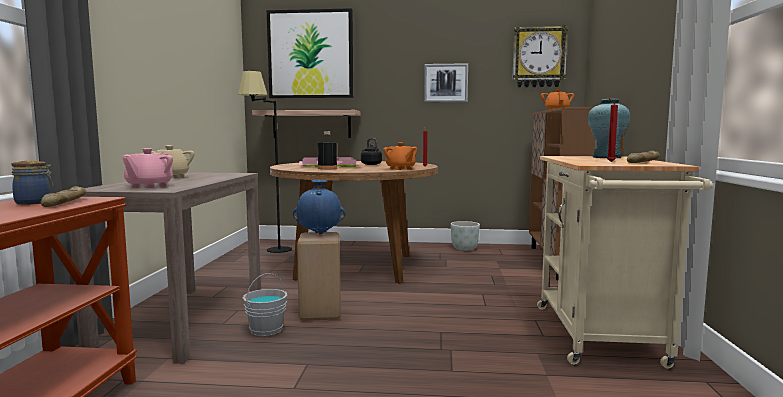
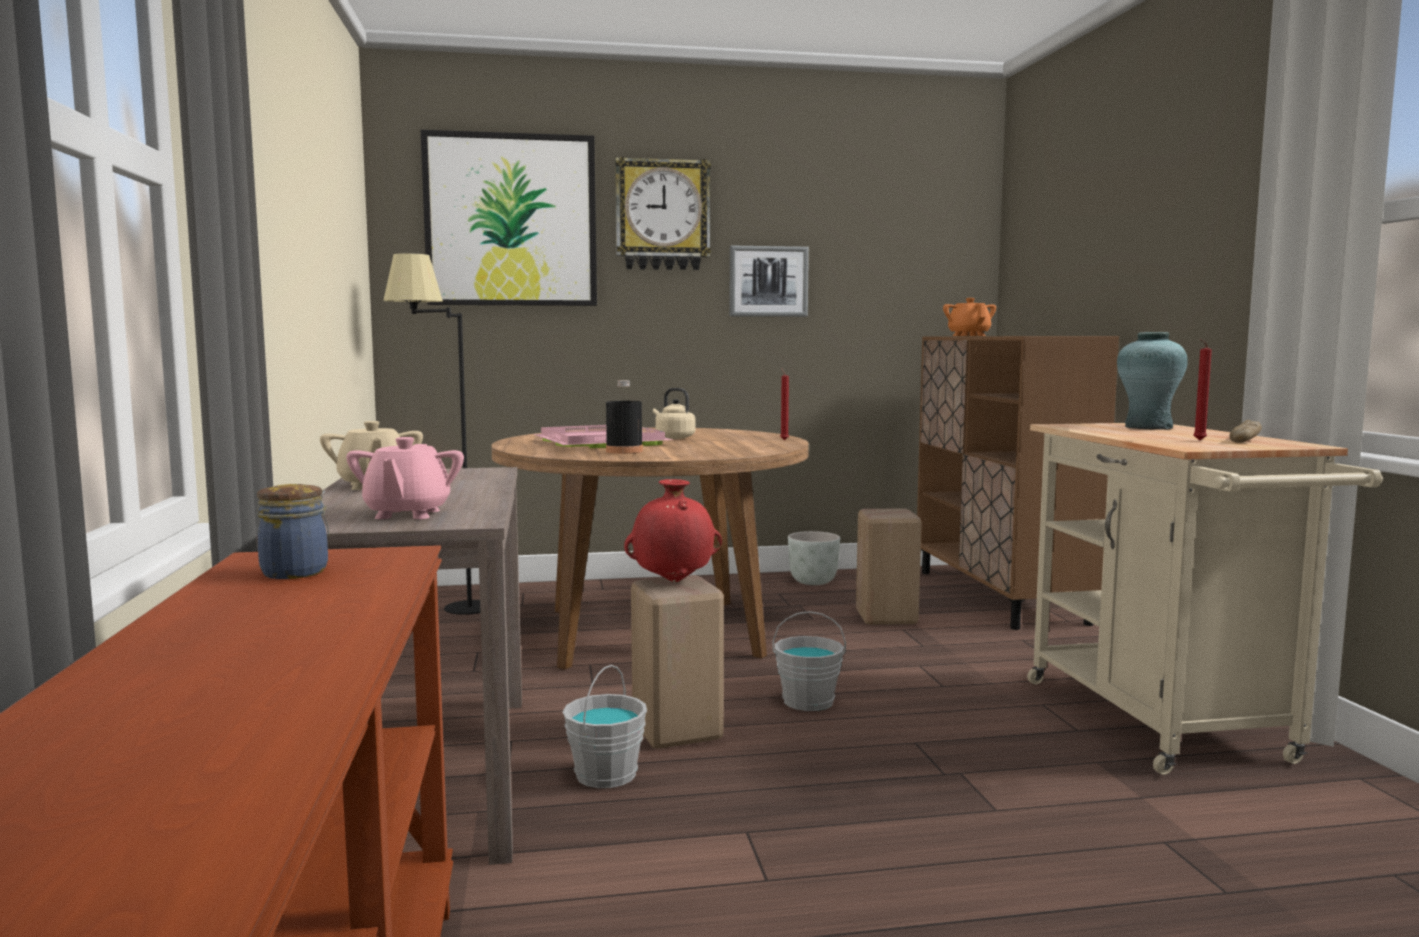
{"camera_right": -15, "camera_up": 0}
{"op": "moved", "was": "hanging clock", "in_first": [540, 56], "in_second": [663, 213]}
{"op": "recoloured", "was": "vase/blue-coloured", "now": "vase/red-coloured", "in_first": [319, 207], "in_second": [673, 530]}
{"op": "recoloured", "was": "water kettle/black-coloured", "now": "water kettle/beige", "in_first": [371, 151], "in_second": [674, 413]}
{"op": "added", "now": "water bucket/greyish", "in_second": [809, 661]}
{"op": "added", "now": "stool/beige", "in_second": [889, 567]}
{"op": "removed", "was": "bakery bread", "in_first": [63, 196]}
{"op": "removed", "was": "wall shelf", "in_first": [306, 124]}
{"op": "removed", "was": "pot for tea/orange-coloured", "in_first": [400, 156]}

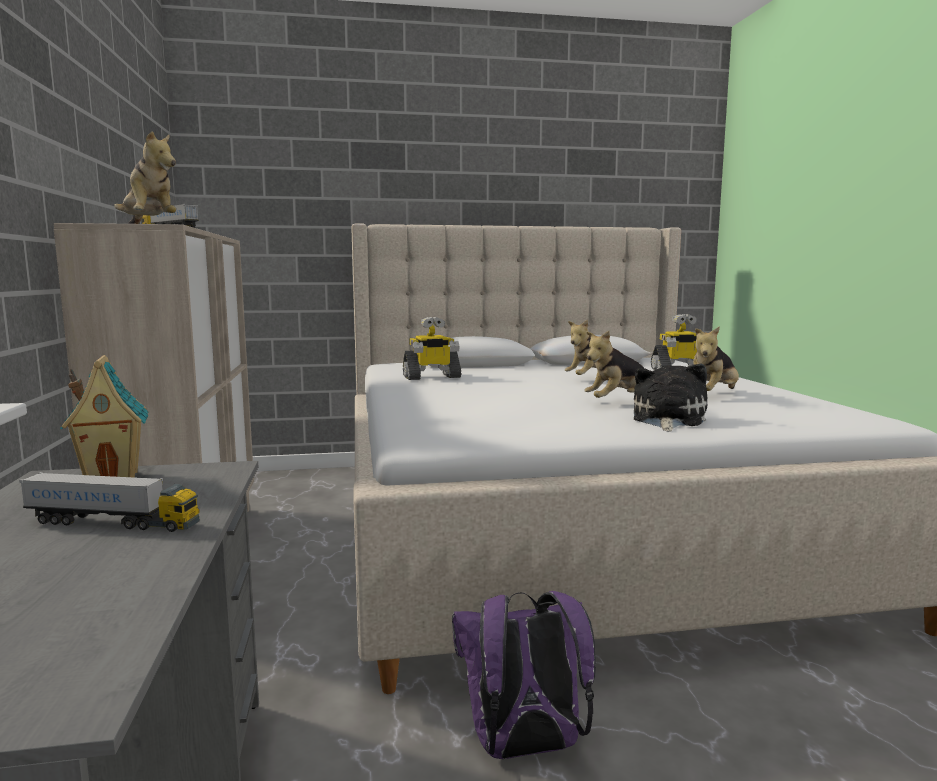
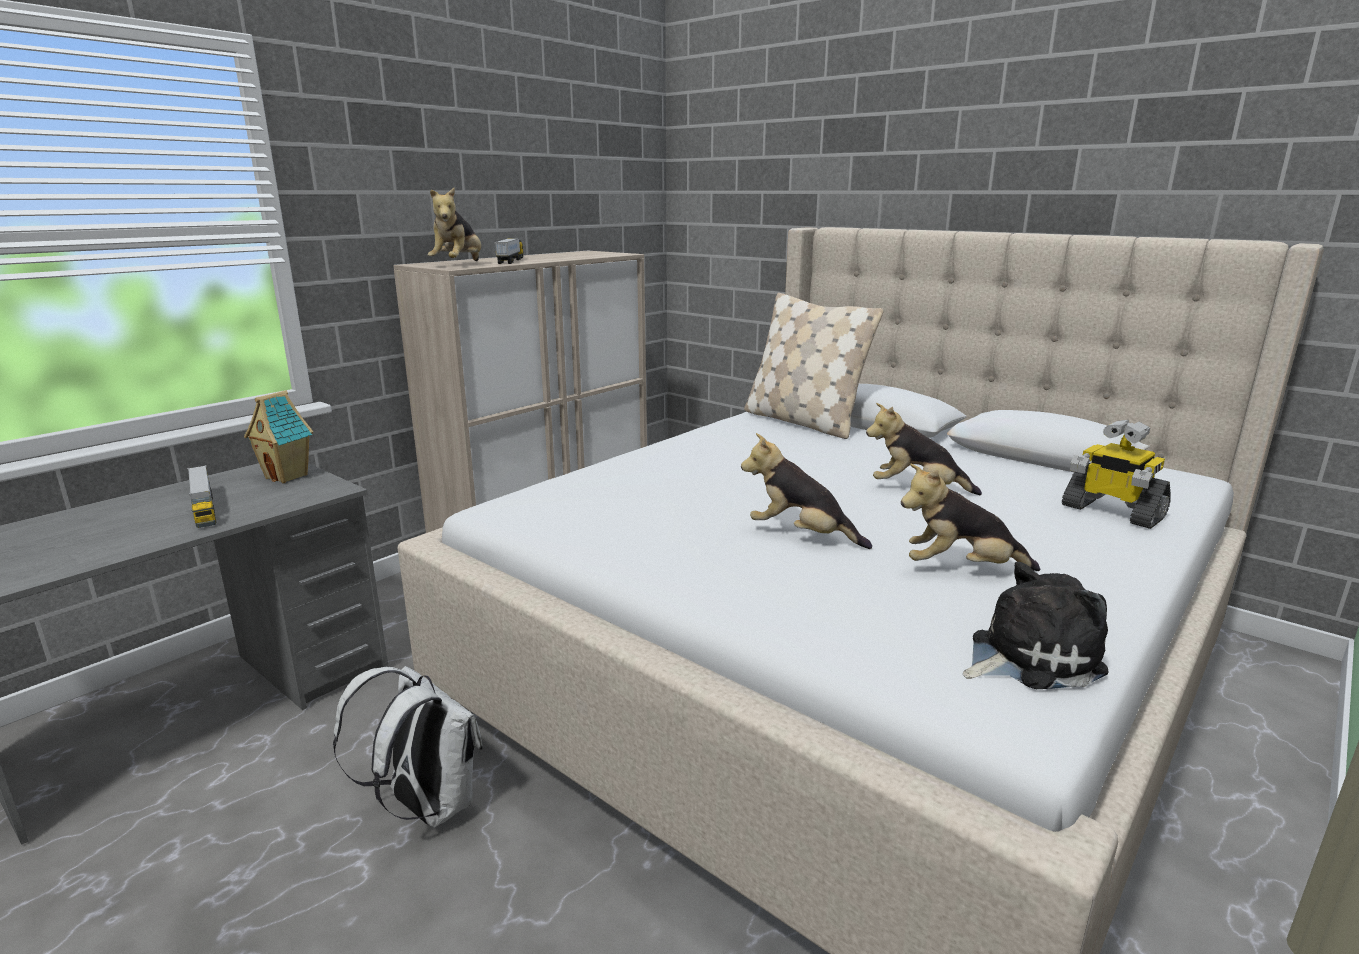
{"camera_right": 50, "camera_up": 10}
{"op": "recoloured", "was": "backpack/purple", "now": "backpack/whitish", "in_first": [524, 675], "in_second": [408, 747]}
{"op": "added", "now": "pillow/beige", "in_second": [813, 366]}
{"op": "moved", "was": "cuddly toy", "in_first": [670, 398], "in_second": [1035, 625]}
{"op": "removed", "was": "model robot", "in_first": [432, 348]}

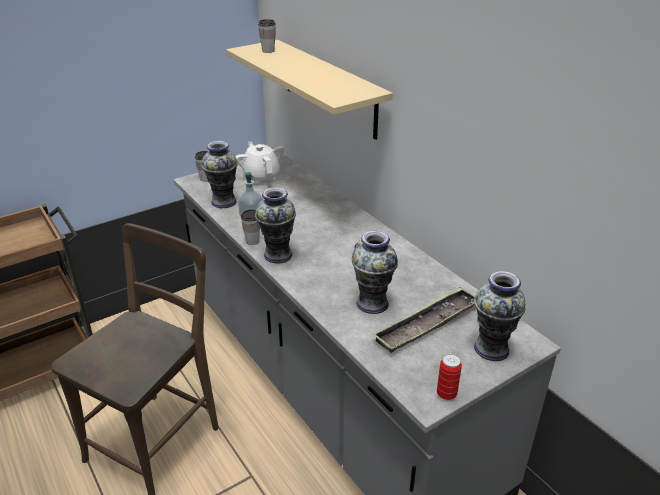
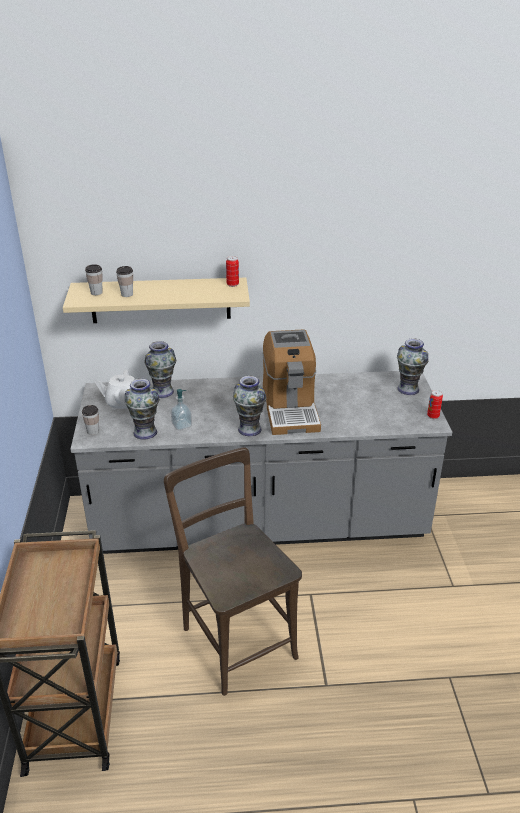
{"camera_right": -60, "camera_up": 0}
{"op": "moved", "was": "drinking cup", "in_first": [250, 227], "in_second": [124, 281]}
{"op": "moved", "was": "vase", "in_first": [375, 272], "in_second": [160, 369]}
{"op": "added", "now": "sealed can", "in_second": [232, 271]}
{"op": "added", "now": "coffee machine", "in_second": [292, 382]}
{"op": "removed", "was": "tray", "in_first": [423, 320]}

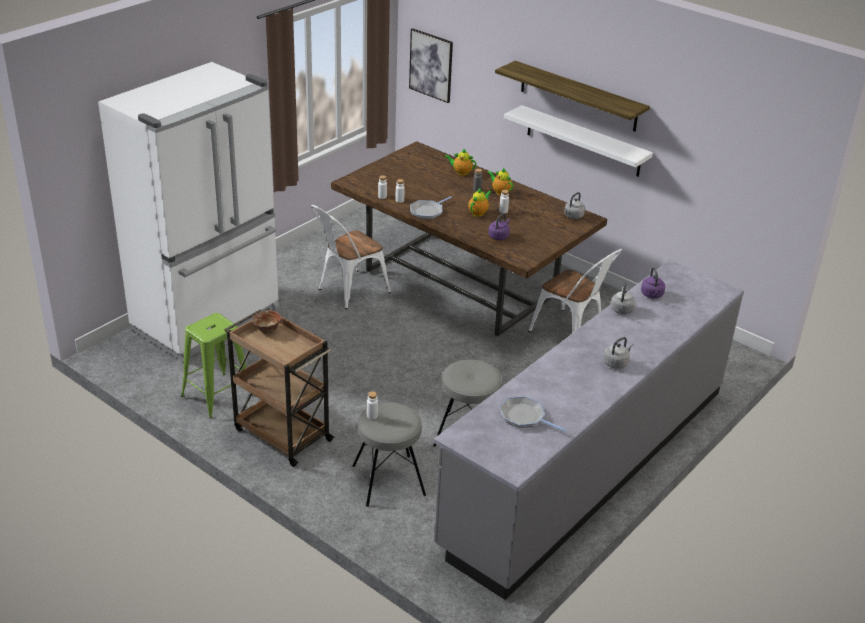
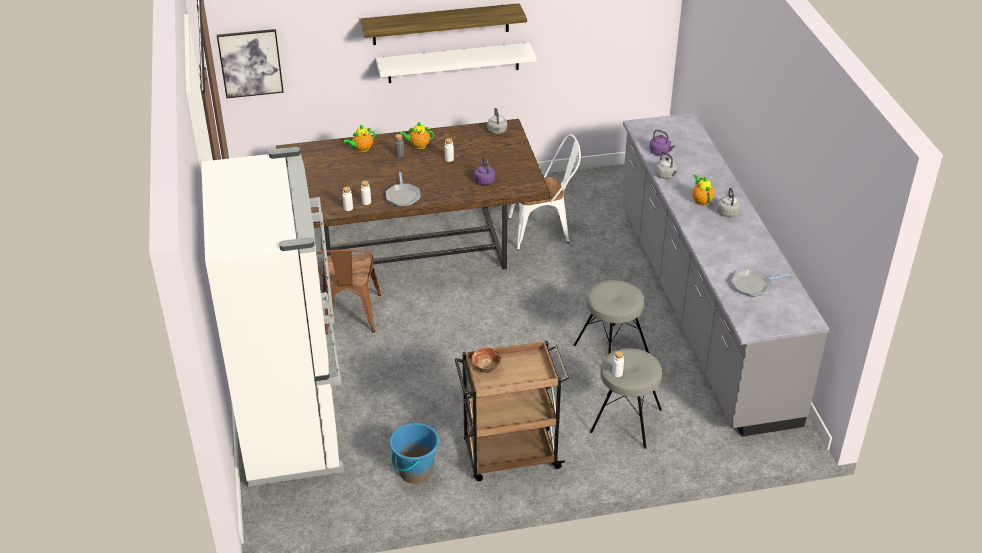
{"camera_right": -50, "camera_up": 5}
{"op": "recoloured", "was": "plain chair/whitish", "now": "plain chair/brown", "in_first": [351, 257], "in_second": [348, 292]}
{"op": "replaced", "was": "stool/green", "now": "water bucket/blue-coloured", "in_first": [217, 366], "in_second": [414, 452]}
{"op": "moved", "was": "pot for tea", "in_first": [480, 203], "in_second": [703, 190]}

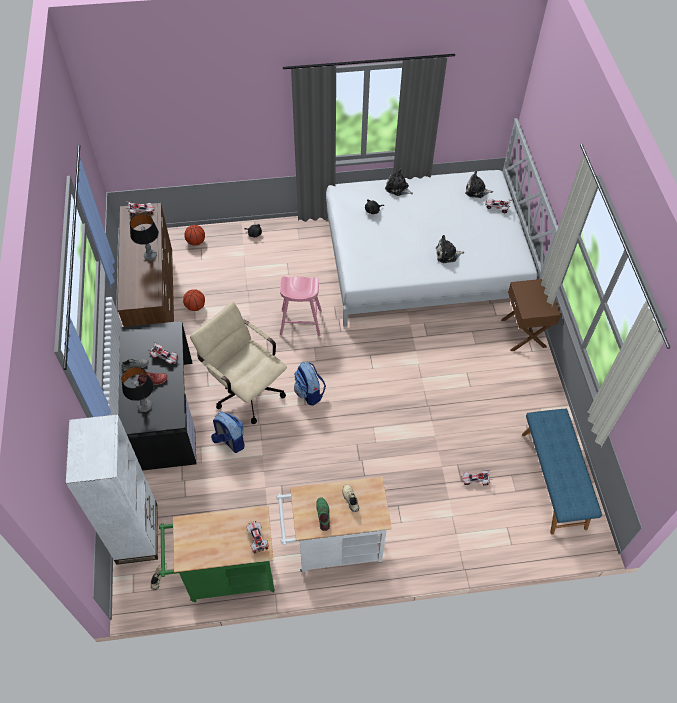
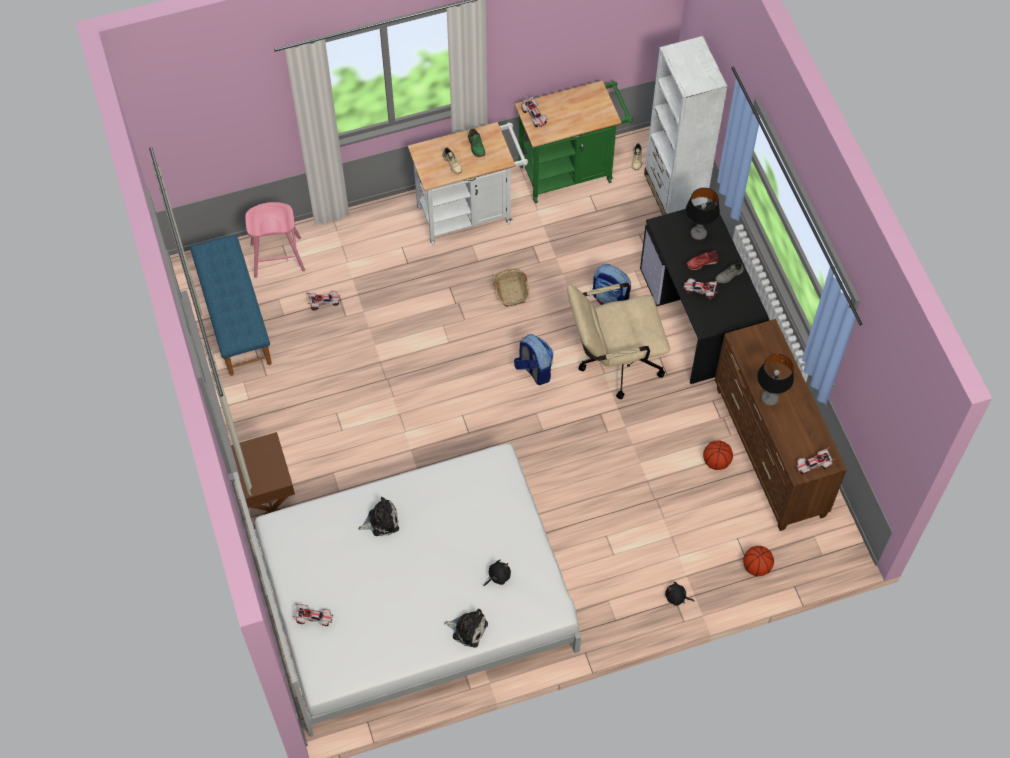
{"camera_right": 170, "camera_up": 5}
{"op": "moved", "was": "stool/pinkish", "in_first": [301, 306], "in_second": [275, 240]}
{"op": "added", "now": "storage basket", "in_second": [511, 287]}
{"op": "turned", "was": "office chair/beige", "in_first": [238, 363], "in_second": [618, 341], "clockwise": 135}
{"op": "removed", "was": "cuddly toy", "in_first": [479, 184]}

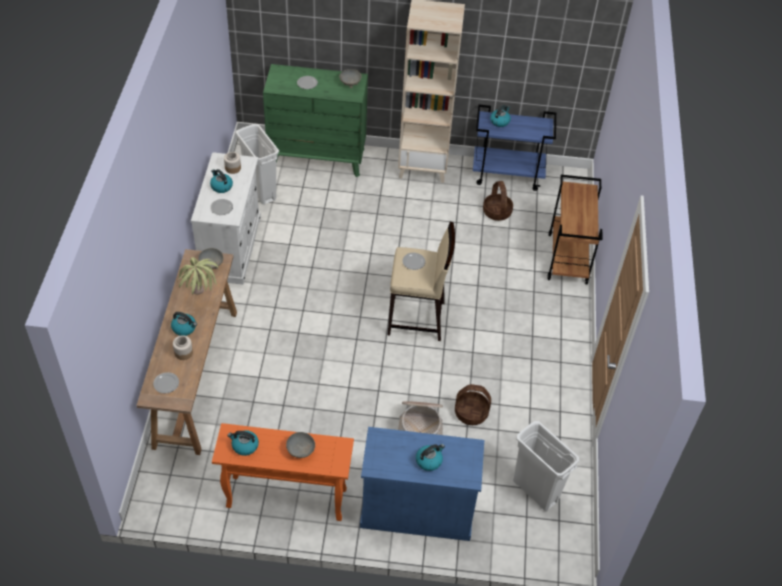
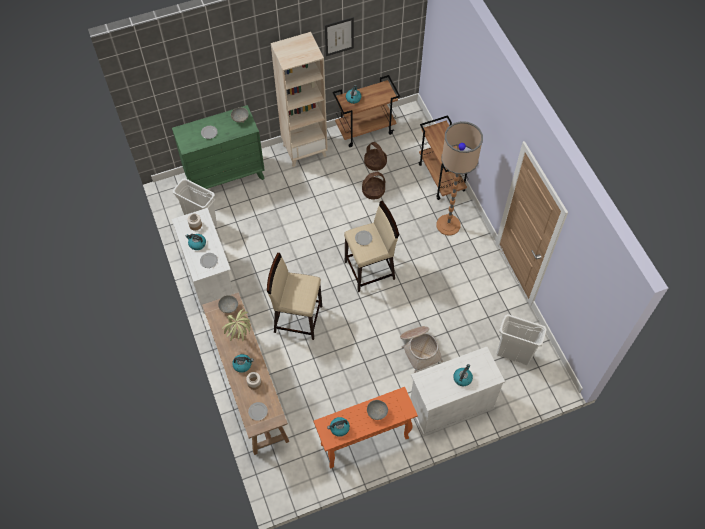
{"camera_right": -25, "camera_up": 10}
{"op": "added", "now": "stool/beige", "in_second": [294, 296]}
{"op": "added", "now": "picture", "in_second": [339, 36]}
{"op": "recoloured", "was": "trolley/blue-coloured", "now": "trolley/brown", "in_first": [514, 148], "in_second": [366, 111]}
{"op": "moved", "was": "storage basket", "in_first": [473, 404], "in_second": [373, 186]}
{"op": "recoloured", "was": "cabinet/blue-coloured", "now": "cabinet/whitish", "in_first": [422, 484], "in_second": [457, 391]}
{"op": "added", "now": "floor lamp", "in_second": [459, 178]}

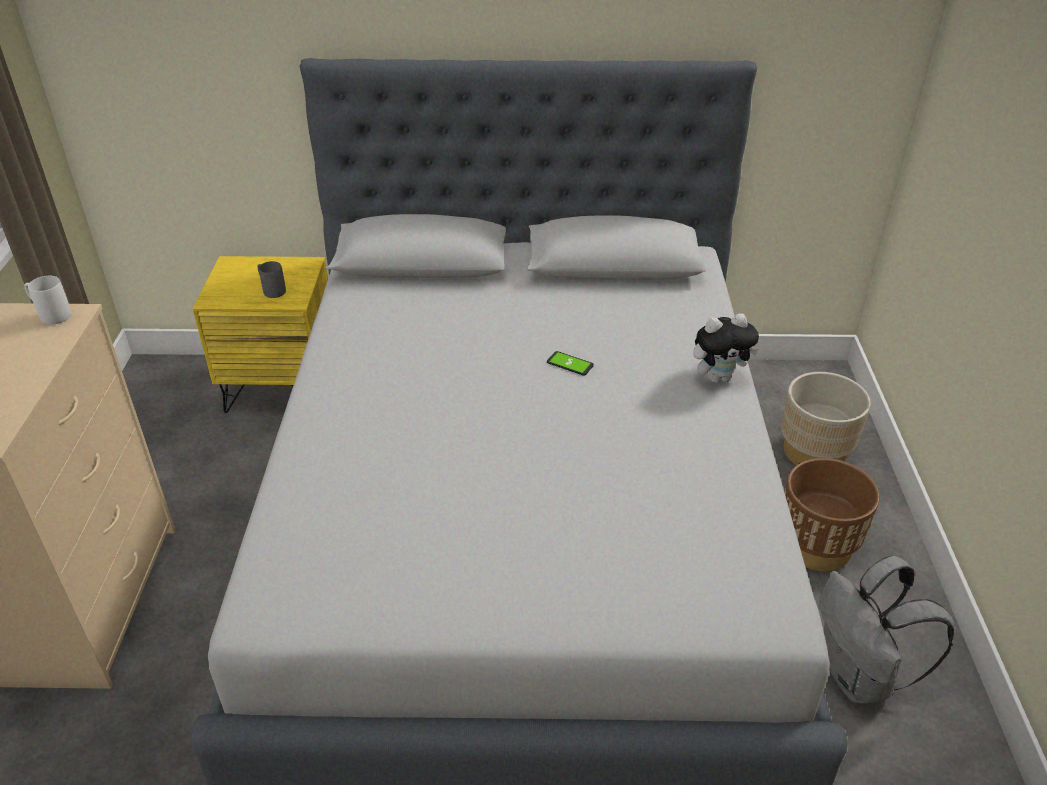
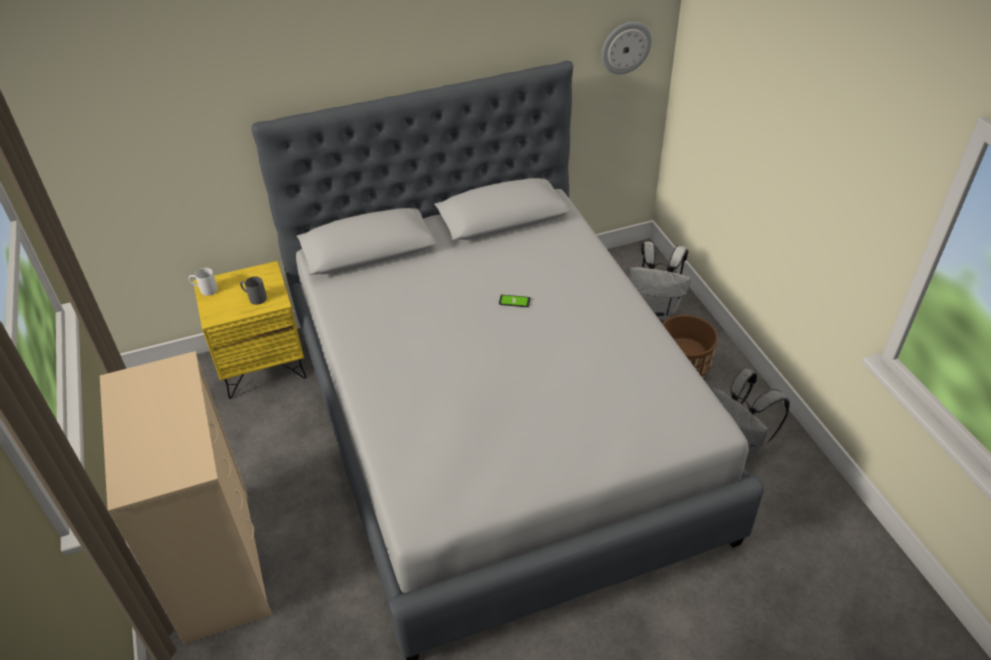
{"camera_right": -20, "camera_up": 5}
{"op": "moved", "was": "coffee mug/whitish", "in_first": [47, 300], "in_second": [203, 282]}
{"op": "added", "now": "hanging clock", "in_second": [626, 48]}
{"op": "replaced", "was": "flower pot/beige", "now": "backpack/whitish", "in_first": [826, 418], "in_second": [659, 280]}
{"op": "removed", "was": "cuddly toy", "in_first": [726, 348]}

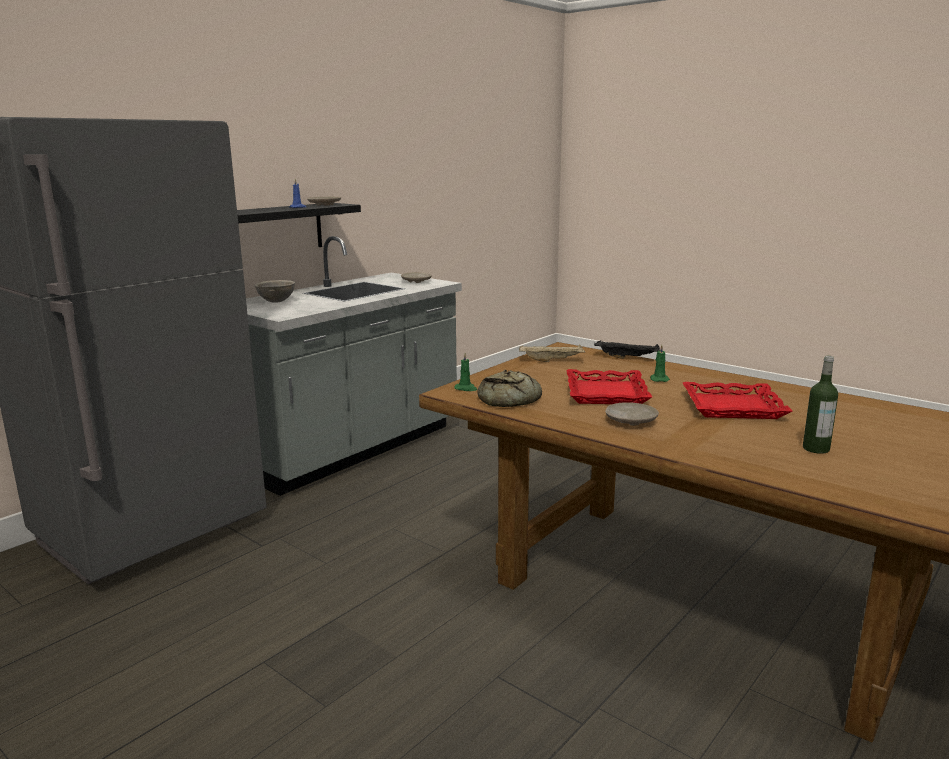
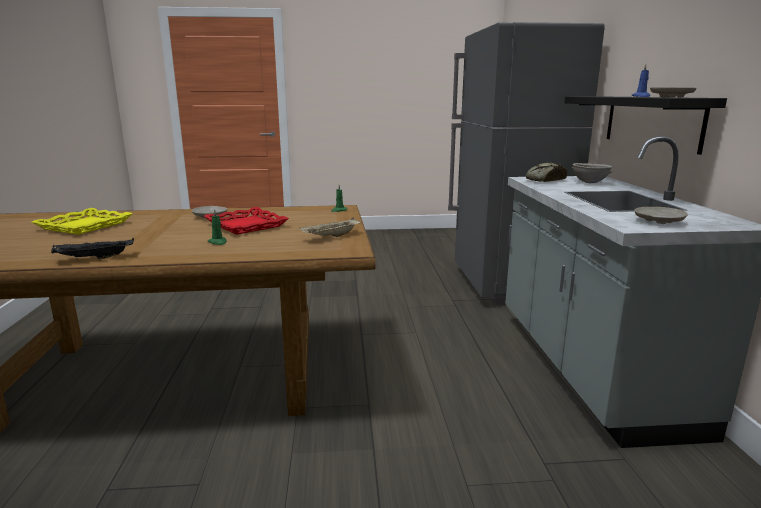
{"camera_right": 135, "camera_up": 0}
{"op": "replaced", "was": "drink bottle", "now": "tray/yellow-coloured", "in_first": [820, 405], "in_second": [82, 221]}
{"op": "moved", "was": "tray/black-coloured", "in_first": [627, 350], "in_second": [92, 248]}
{"op": "moved", "was": "bakery bread", "in_first": [510, 388], "in_second": [546, 172]}
{"op": "removed", "was": "tray/red-coloured", "in_first": [738, 400]}

